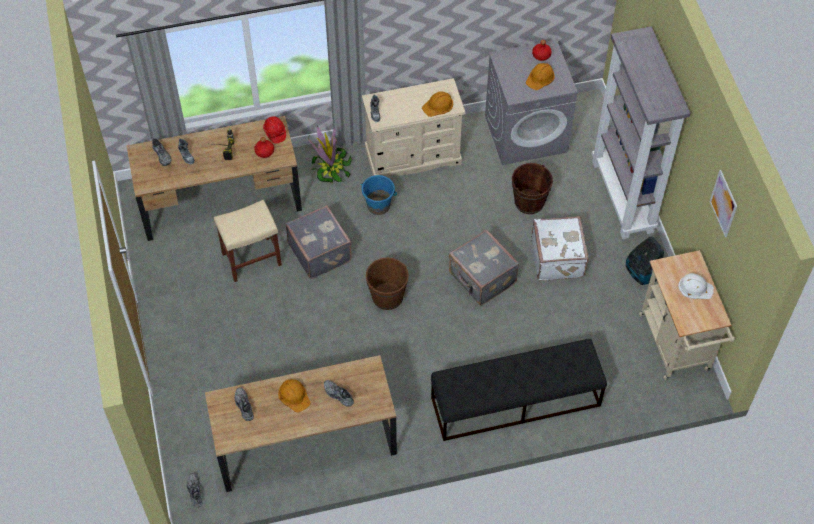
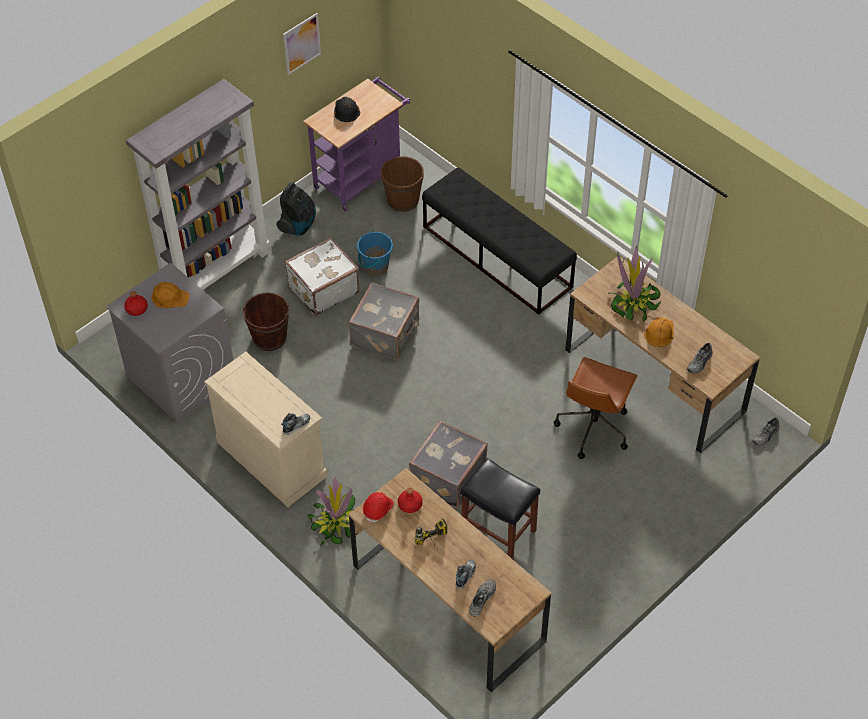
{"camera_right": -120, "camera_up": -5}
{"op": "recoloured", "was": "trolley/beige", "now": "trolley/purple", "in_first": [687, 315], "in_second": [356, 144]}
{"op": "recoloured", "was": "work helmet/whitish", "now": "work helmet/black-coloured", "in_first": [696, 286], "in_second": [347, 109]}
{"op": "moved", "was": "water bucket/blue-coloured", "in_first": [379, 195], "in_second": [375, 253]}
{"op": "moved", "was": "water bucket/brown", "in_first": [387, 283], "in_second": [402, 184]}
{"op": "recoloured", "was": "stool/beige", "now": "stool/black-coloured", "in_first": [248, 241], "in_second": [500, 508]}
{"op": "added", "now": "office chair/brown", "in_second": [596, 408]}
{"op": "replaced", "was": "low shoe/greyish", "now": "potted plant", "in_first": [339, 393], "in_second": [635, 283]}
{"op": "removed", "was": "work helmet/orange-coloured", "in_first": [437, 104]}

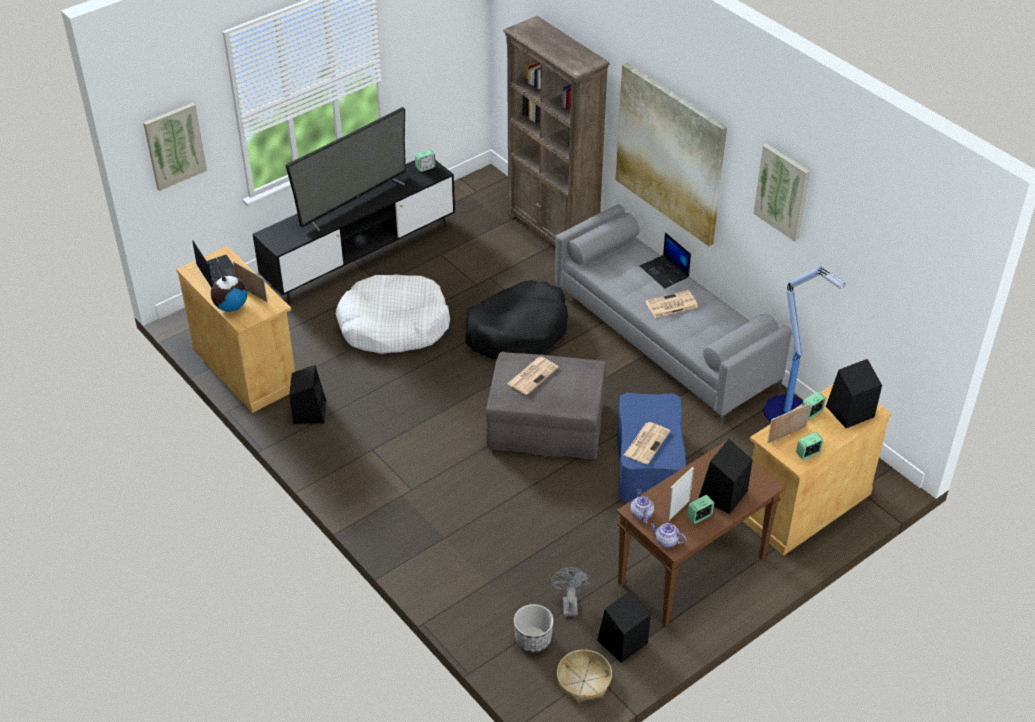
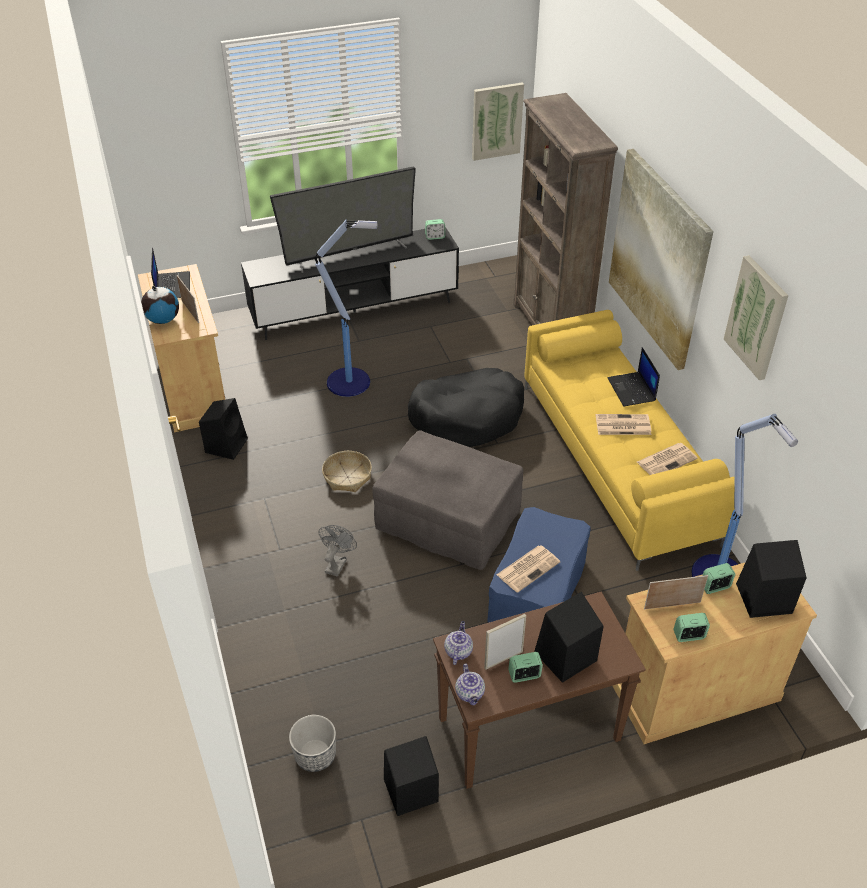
{"camera_right": 20, "camera_up": 0}
{"op": "replaced", "was": "dog cushion/whitish", "now": "floor lamp", "in_first": [393, 314], "in_second": [346, 308]}
{"op": "moved", "was": "electric fan/greyish", "in_first": [570, 591], "in_second": [337, 551]}
{"op": "moved", "was": "storage basket", "in_first": [584, 676], "in_second": [347, 471]}
{"op": "turned", "was": "pot for tea", "in_first": [668, 535], "in_second": [470, 684], "clockwise": -150}
{"op": "moved", "was": "picture", "in_first": [175, 147], "in_second": [498, 121]}
{"op": "recoloured", "was": "settee/greyish", "now": "settee/yellow-coloured", "in_first": [673, 315], "in_second": [629, 440]}
{"op": "moved", "was": "printed paper", "in_first": [533, 376], "in_second": [667, 459]}

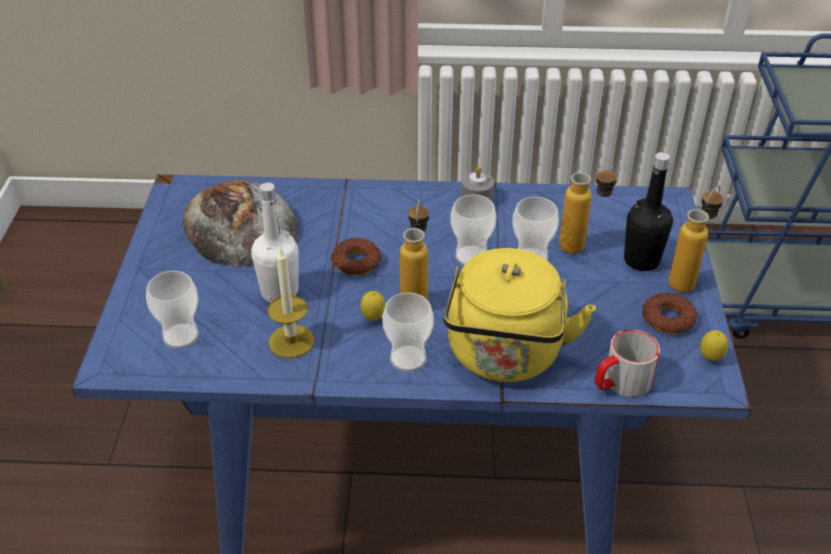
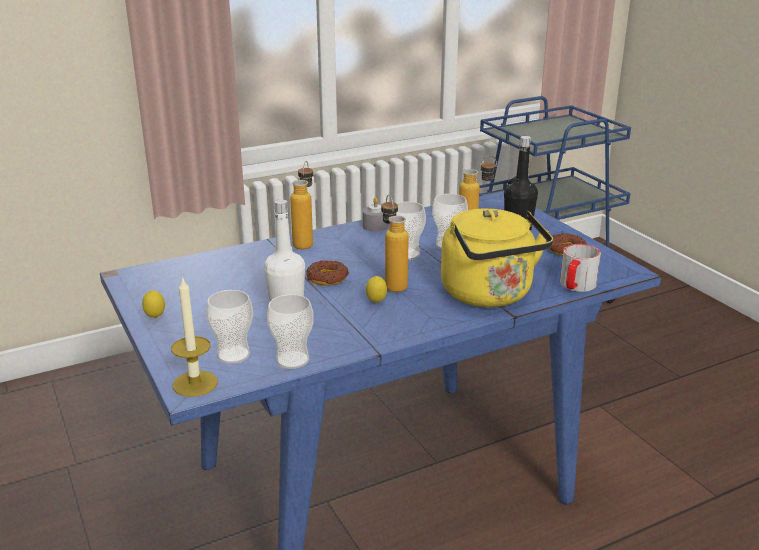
{"camera_right": -30, "camera_up": -15}
{"op": "moved", "was": "citrus fruit", "in_first": [714, 345], "in_second": [153, 304]}
{"op": "moved", "was": "wax candle", "in_first": [291, 302], "in_second": [194, 336]}
{"op": "moved", "was": "drinking cup", "in_first": [408, 332], "in_second": [290, 331]}
{"op": "moved", "was": "drink bottle", "in_first": [696, 239], "in_second": [301, 205]}
{"op": "removed", "was": "bakery bread", "in_first": [241, 223]}

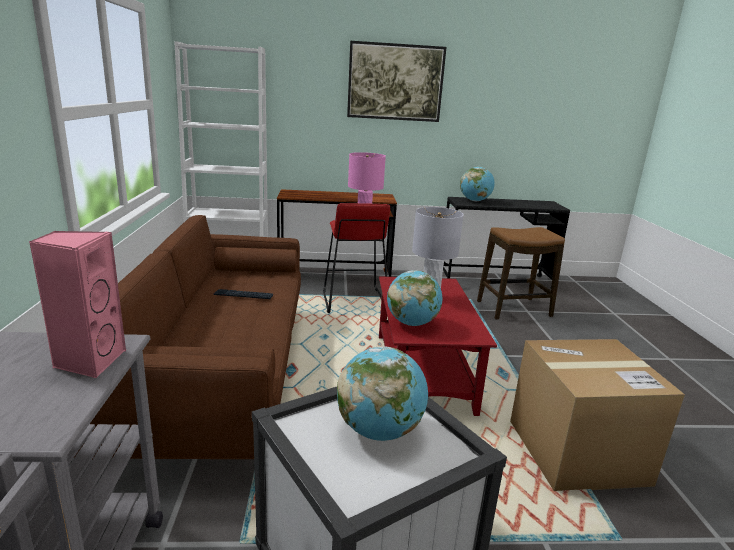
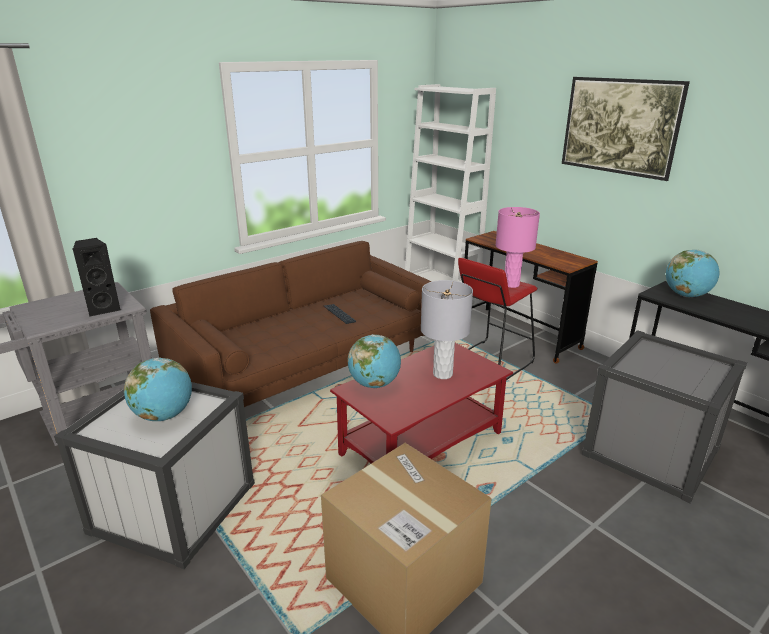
{"camera_right": 55, "camera_up": 5}
{"op": "recoloured", "was": "speaker/pinkish", "now": "speaker/black-coloured", "in_first": [77, 304], "in_second": [97, 277]}
{"op": "replaced", "was": "stool", "now": "storage container/greyish", "in_first": [521, 273], "in_second": [664, 416]}

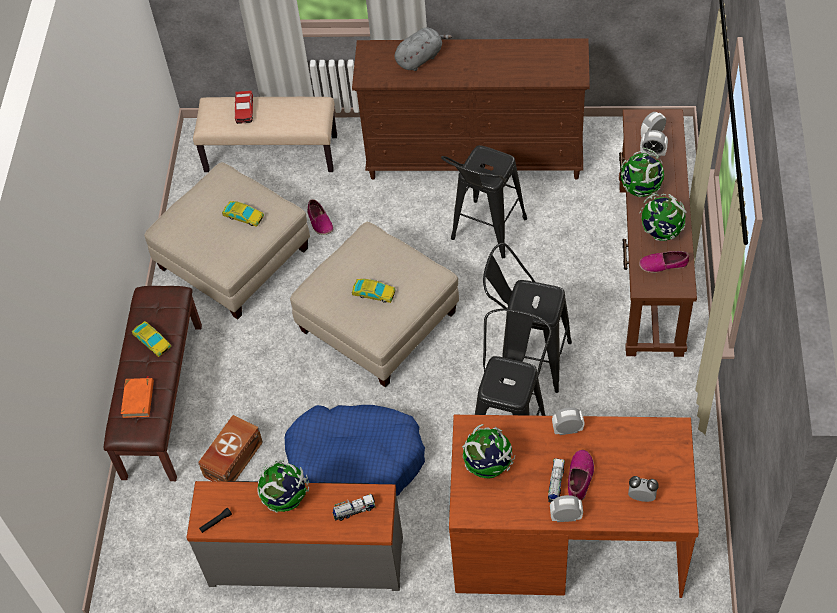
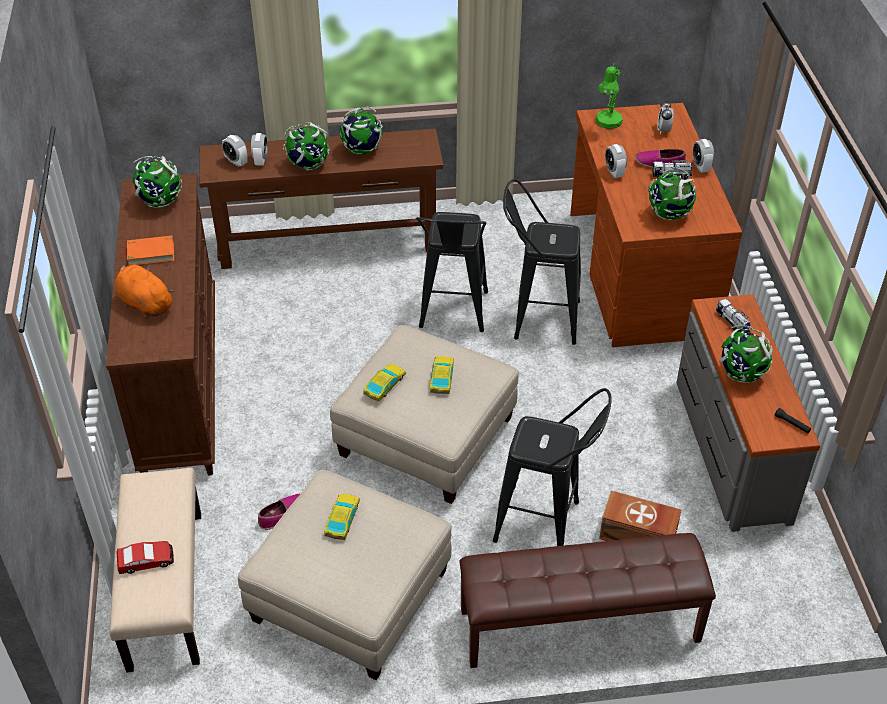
{"camera_right": -105, "camera_up": -10}
{"op": "recoloured", "was": "cuddly toy/greyish", "now": "cuddly toy/orange-coloured", "in_first": [423, 49], "in_second": [144, 291]}
{"op": "moved", "was": "bound book/orange-coloured", "in_first": [137, 397], "in_second": [147, 250]}
{"op": "added", "now": "desk globe", "in_second": [157, 182]}
{"op": "moved", "was": "model car", "in_first": [151, 339], "in_second": [384, 383]}
{"op": "moved", "was": "stool/black-coloured", "in_first": [484, 201], "in_second": [552, 467]}
{"op": "added", "now": "table lamp/green", "in_second": [609, 96]}
{"op": "removed", "was": "dog cushion/blue-coloured", "in_first": [355, 450]}
{"op": "removed", "was": "low shoe", "in_first": [664, 262]}

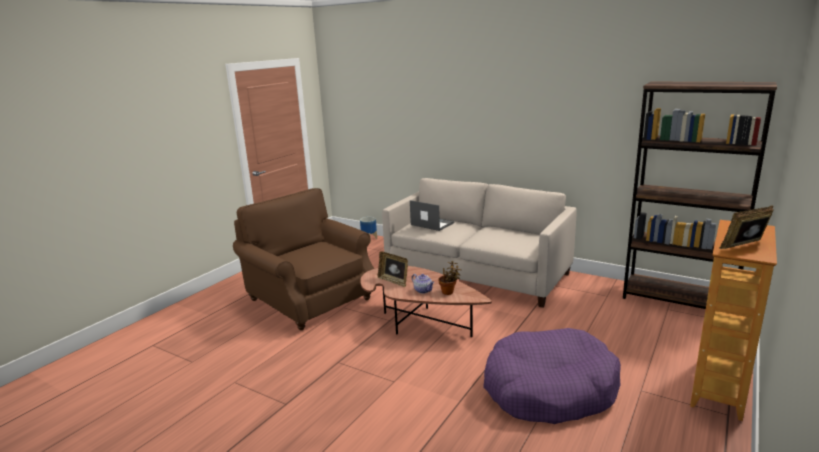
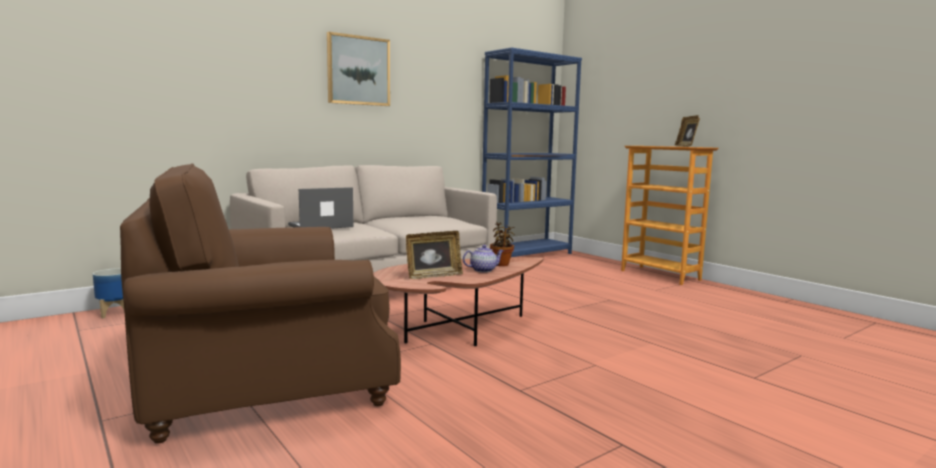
{"camera_right": -70, "camera_up": -10}
{"op": "added", "now": "picture", "in_second": [358, 69]}
{"op": "recoloured", "was": "bookshelf/brown", "now": "bookshelf/blue-coloured", "in_first": [700, 195], "in_second": [532, 152]}
{"op": "removed", "was": "dog cushion/purple", "in_first": [552, 376]}

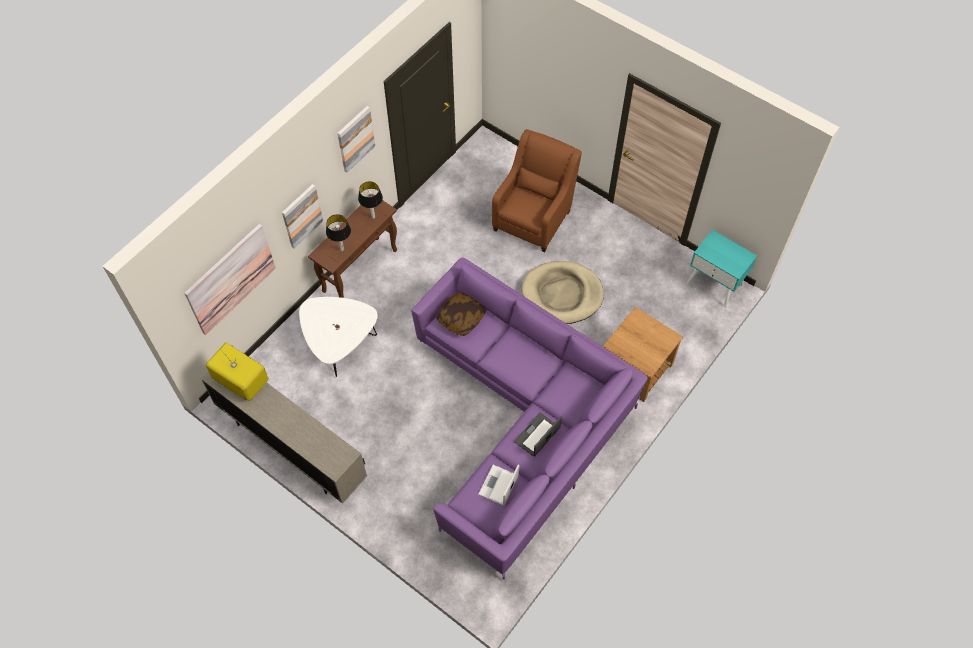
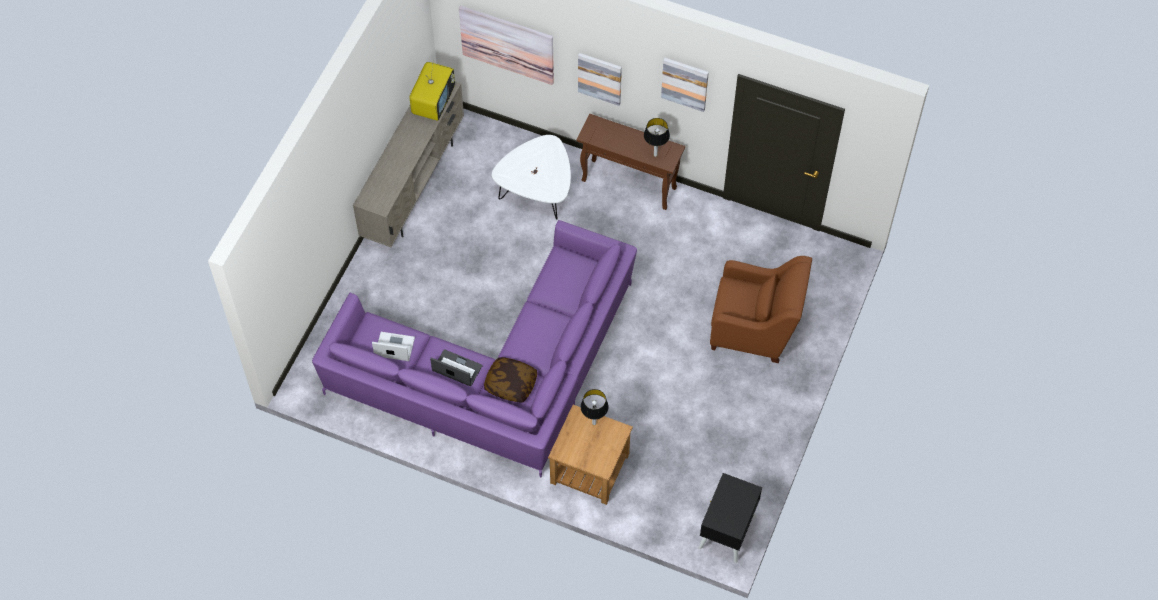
{"camera_right": 75, "camera_up": 0}
{"op": "moved", "was": "pillow", "in_first": [461, 314], "in_second": [510, 380]}
{"op": "moved", "was": "table lamp", "in_first": [338, 232], "in_second": [595, 407]}
{"op": "recoloured", "was": "night table/blue-green", "now": "night table/black-coloured", "in_first": [722, 268], "in_second": [730, 518]}
{"op": "removed", "was": "dog cushion/beige", "in_first": [563, 292]}

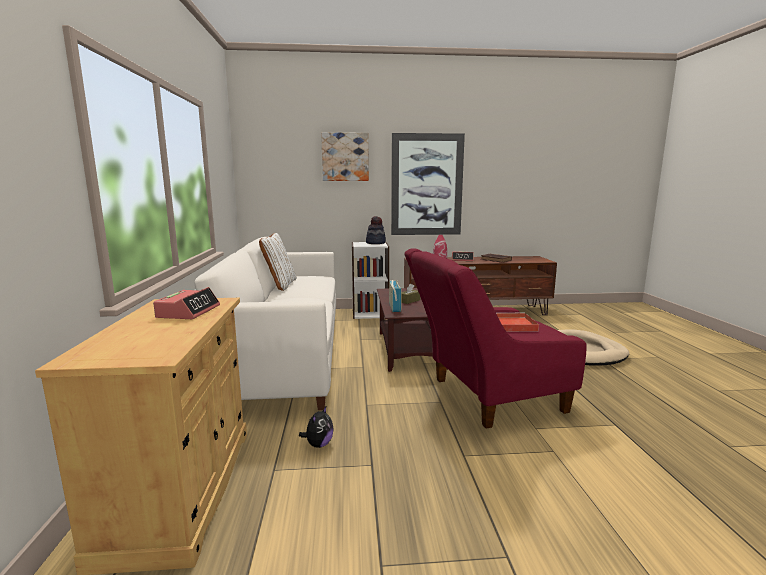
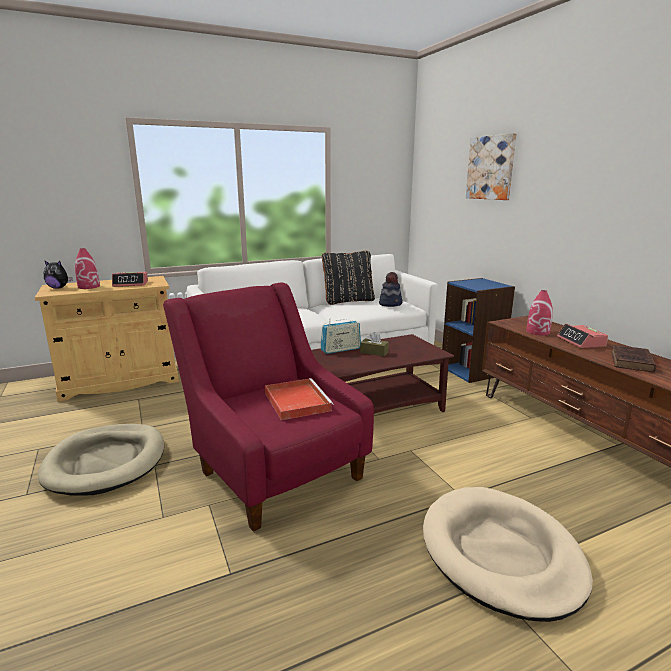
{"camera_right": 70, "camera_up": 5}
{"op": "added", "now": "dog cushion/beige", "in_second": [101, 460]}
{"op": "moved", "was": "cuddly toy", "in_first": [316, 427], "in_second": [58, 274]}
{"op": "added", "now": "vase/red-coloured", "in_second": [87, 268]}
{"op": "recoloured", "was": "pillow/whitish", "now": "pillow/black-coloured", "in_first": [278, 262], "in_second": [348, 278]}
{"op": "moved", "was": "clothing hat", "in_first": [376, 230], "in_second": [391, 289]}
{"op": "recoloured", "was": "bookshelf/whitish", "now": "bookshelf/blue-coloured", "in_first": [370, 280], "in_second": [478, 330]}
{"op": "removed", "was": "picture", "in_first": [428, 184]}

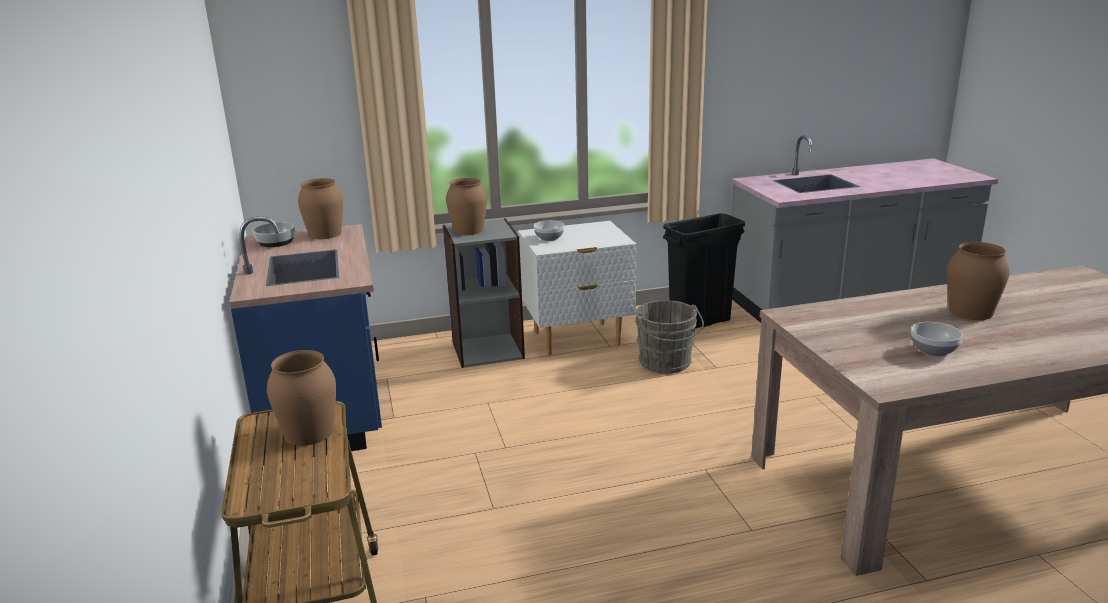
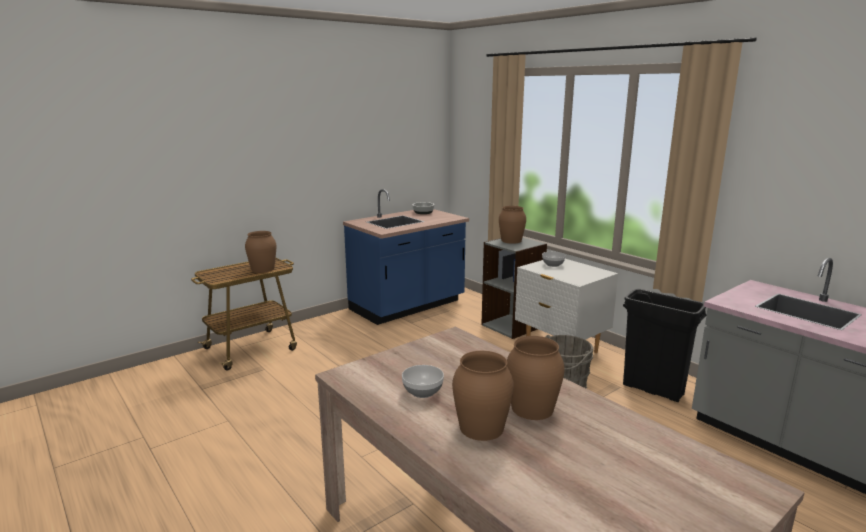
{"camera_right": 65, "camera_up": -5}
{"op": "moved", "was": "vase/brown", "in_first": [320, 208], "in_second": [483, 396]}

